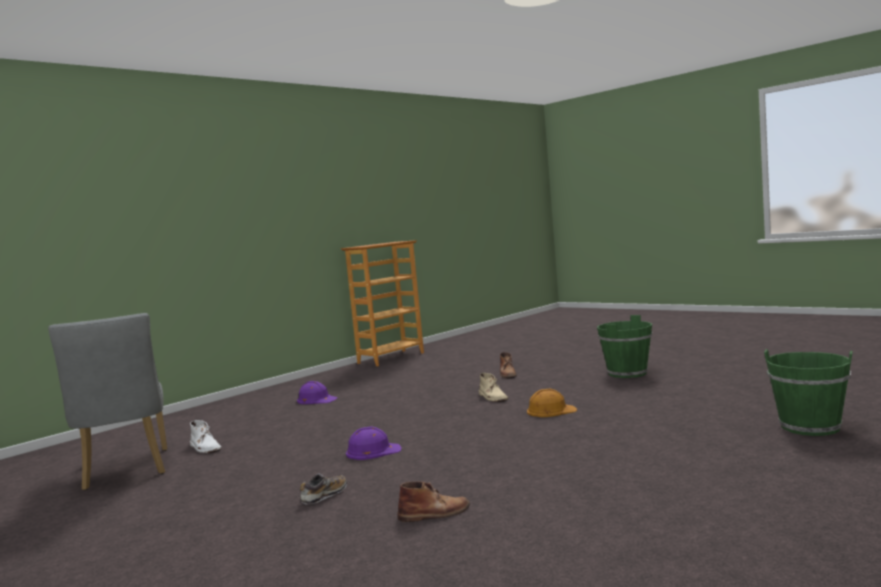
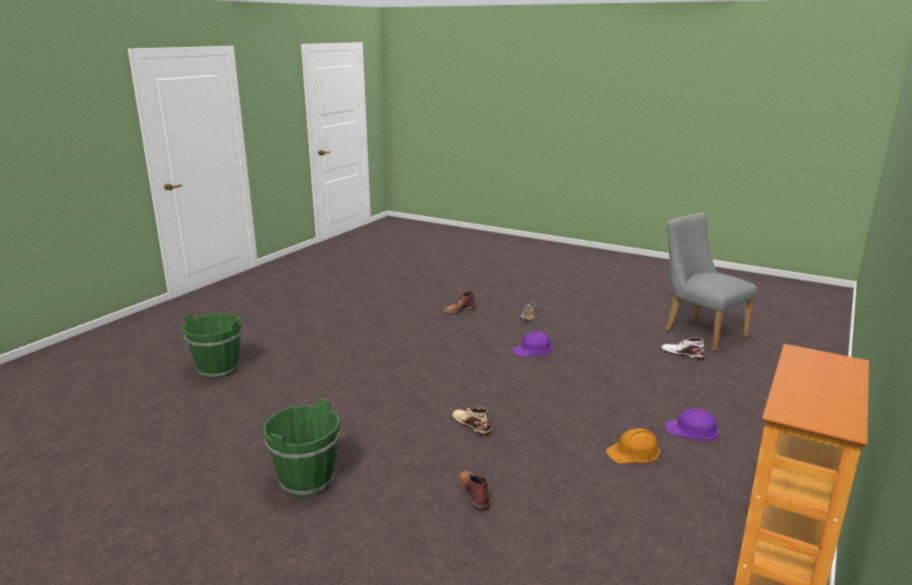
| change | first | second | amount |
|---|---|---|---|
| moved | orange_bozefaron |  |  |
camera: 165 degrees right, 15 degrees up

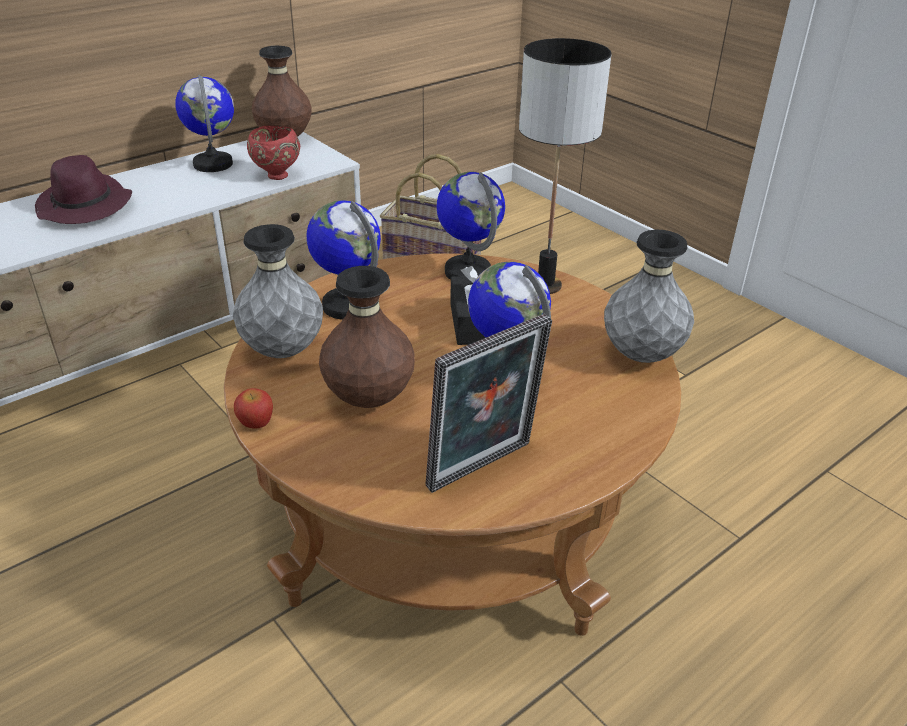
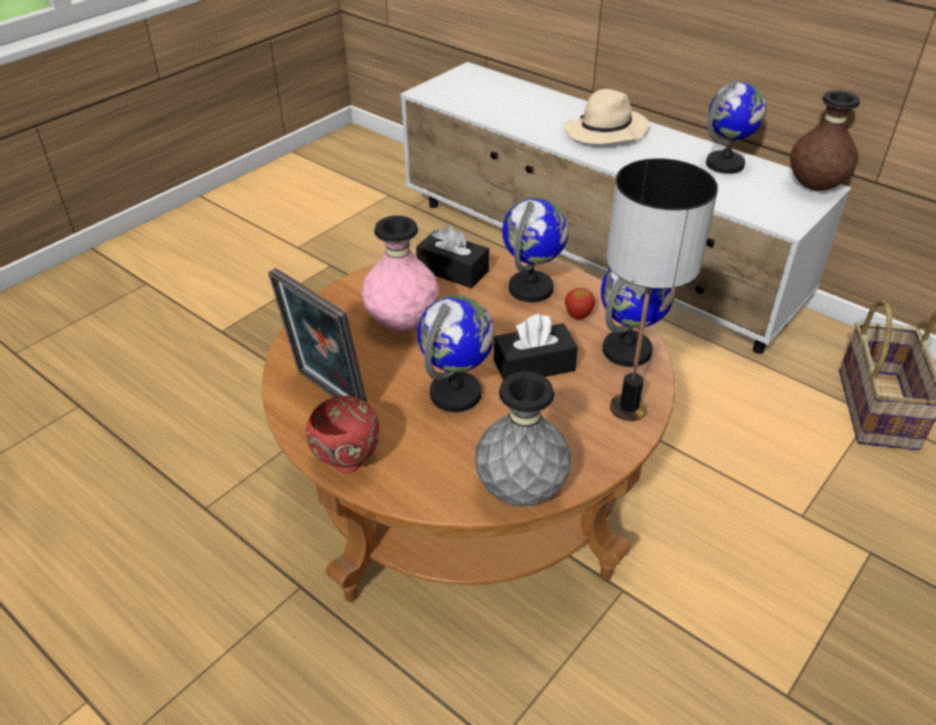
| change | first | second | amount |
|---|---|---|---|
| moved | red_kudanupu |  |  |
| recoloured | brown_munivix (2nd from left) | pink_munivix |  |
| replaced | grey_munivix (1st from left) | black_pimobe (1st from left) |  |
| recoloured | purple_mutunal | beige_mutunal |  |
| moved | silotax |  |  |
camera: 80 degrees right, 5 degrees up

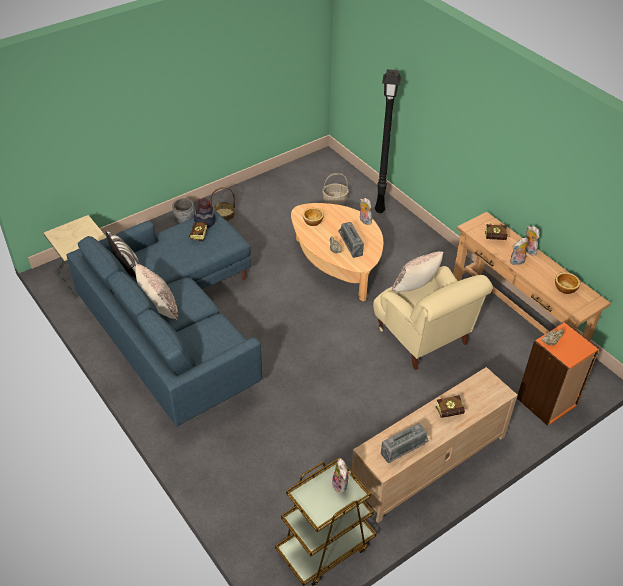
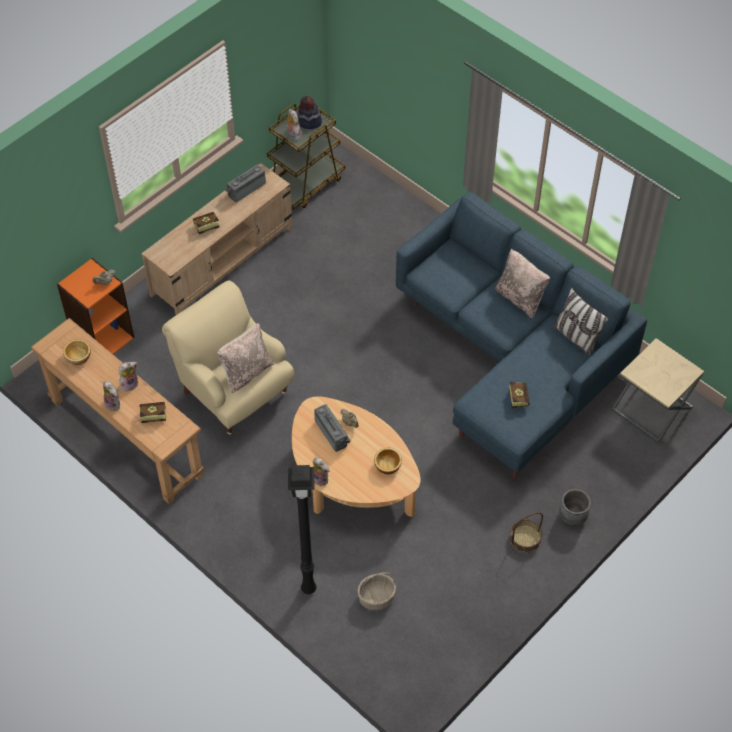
| change | first | second | amount |
|---|---|---|---|
| moved | mutunal |  |  |
camera: 170 degrees right, 10 degrees up

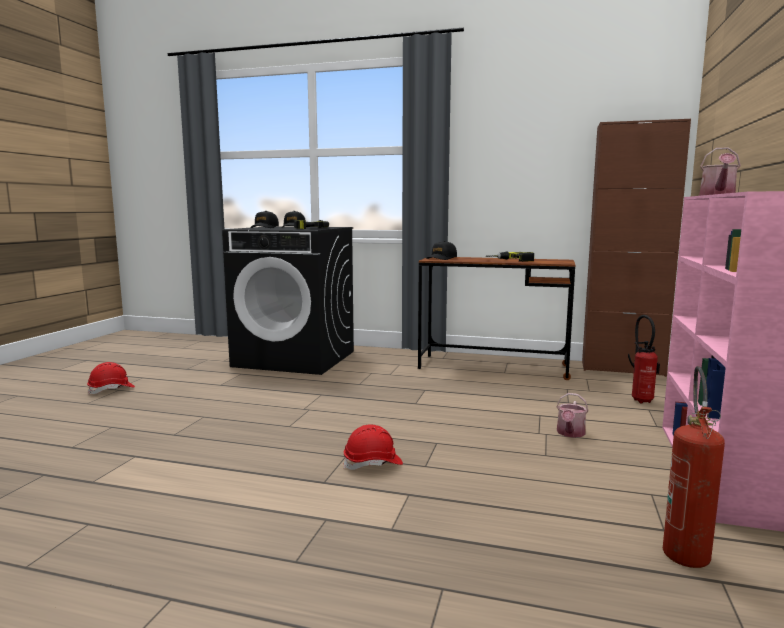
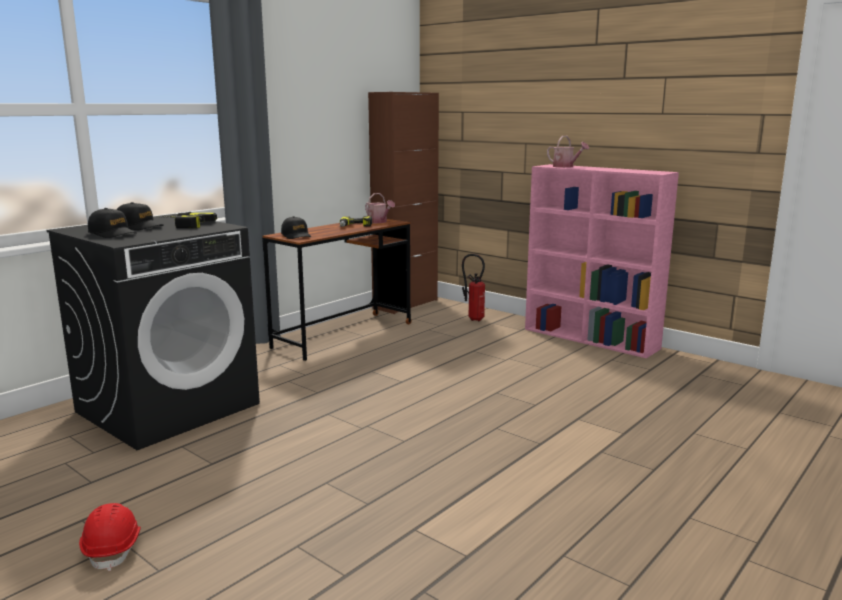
| change | first | second | amount |
|---|---|---|---|
| moved | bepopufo (1st from left) |  |  |
| removed | red_bozefaron (2nd from left) |  |  |
| removed | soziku (2nd from left) |  |  |
camera: 65 degrees left, 5 degrees up

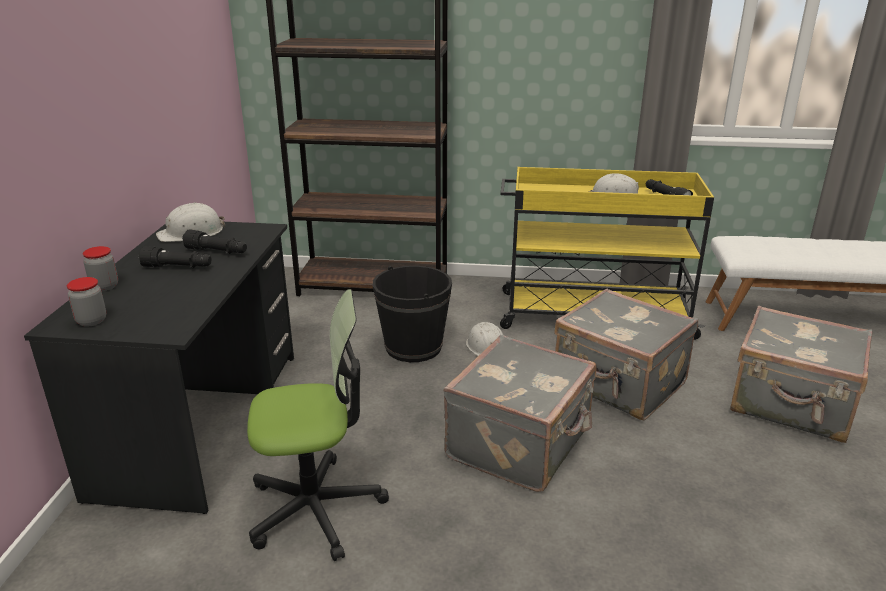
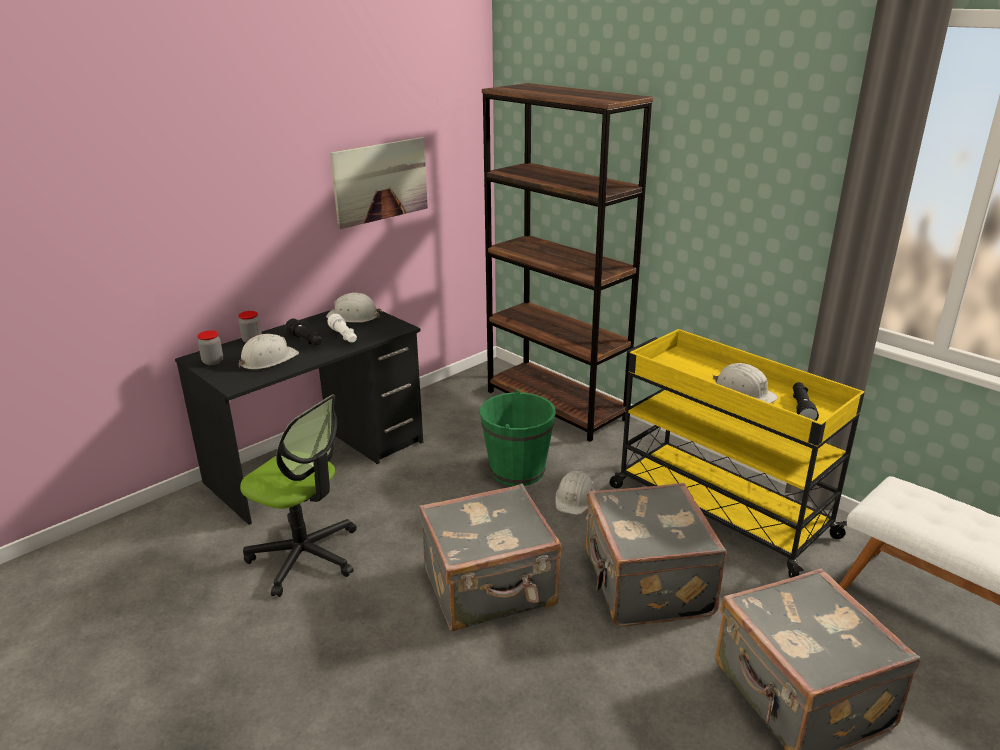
| change | first | second | amount |
|---|---|---|---|
| added |  | white_bozefaron (1st from left) |  |
| recoloured | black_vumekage (2nd from left) | white_vumekage |  |
| added |  | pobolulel |  |
| recoloured | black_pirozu | green_pirozu |  |
camera: 40 degrees right, 0 degrees up

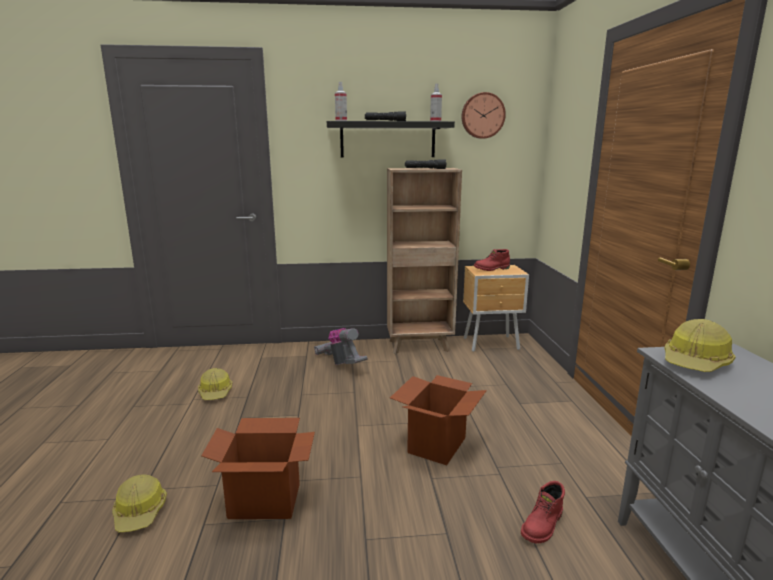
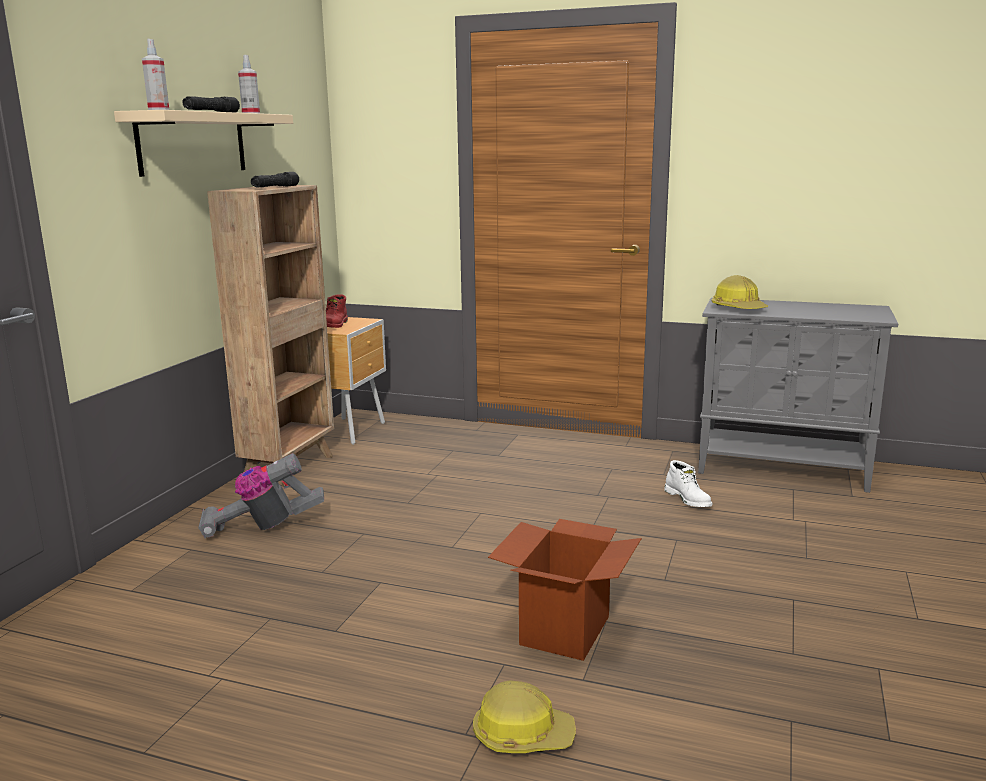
| change | first | second | amount |
|---|---|---|---|
| recoloured | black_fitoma | beige_fitoma |  |
| recoloured | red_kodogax (2nd from left) | white_kodogax |  |
| removed | bozefaron (2nd from left) |  |  |
| removed | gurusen (2nd from left) |  |  |
| removed | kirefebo |  |  |
camera: 65 degrees left, 0 degrees up

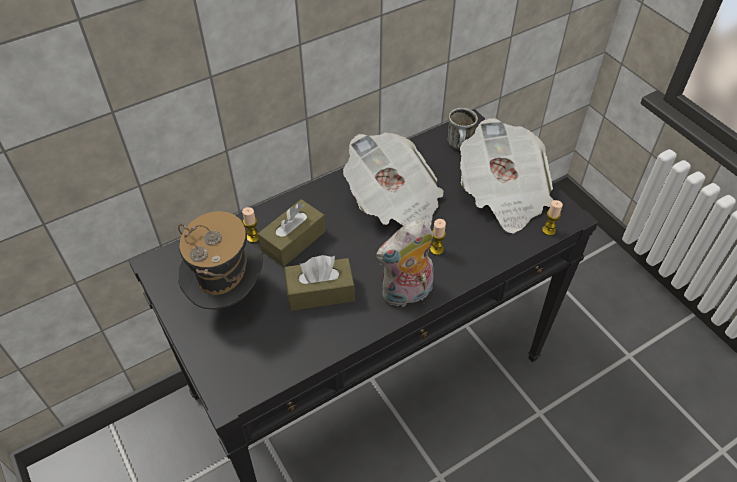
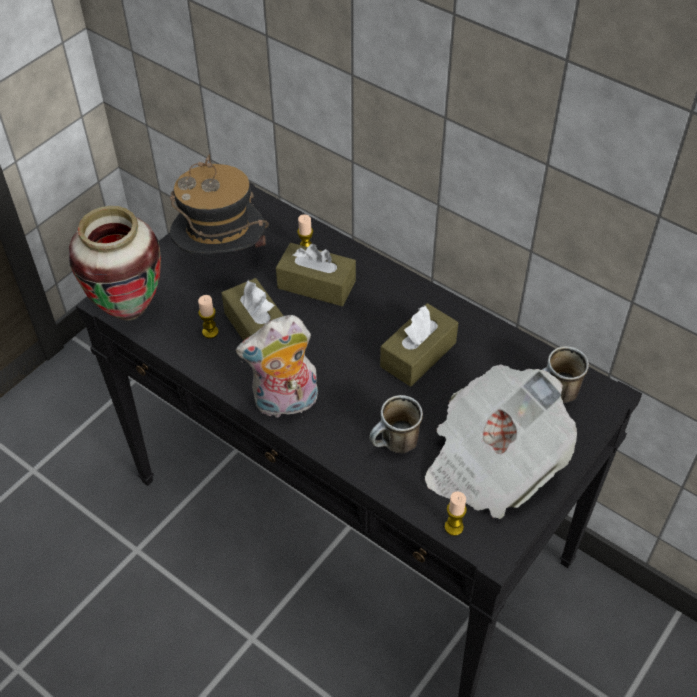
| change | first | second | amount |
|---|---|---|---|
| added |  | munivix |  |
| moved | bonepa (2nd from left in the first image) | bonepa (1st from left) |  |
| turned | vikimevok |  | 60 degrees counterclockwise |
| added |  | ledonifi (1st from left) |  |
| replaced | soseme (1st from left) | brown_pimobe (3rd from left) |  |
camera: 70 degrees right, 0 degrees up

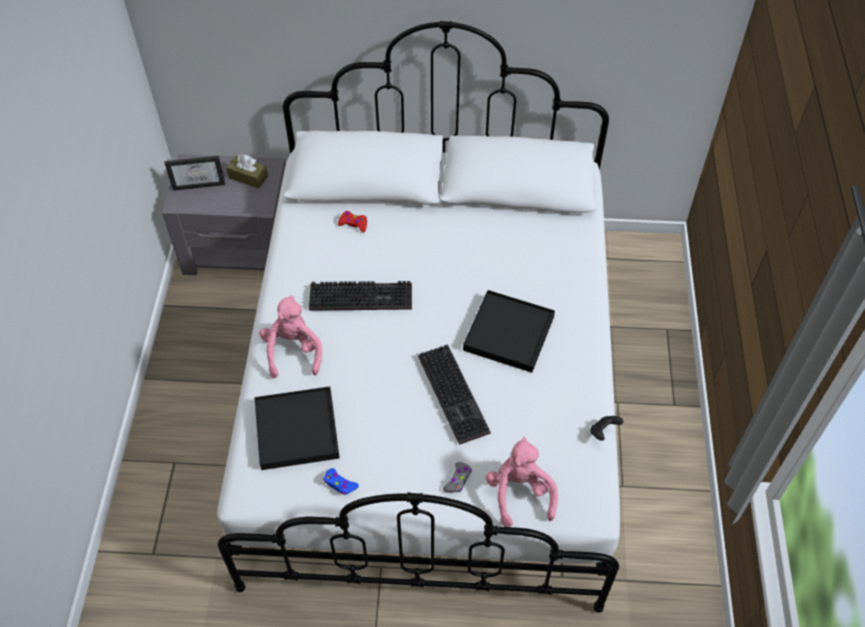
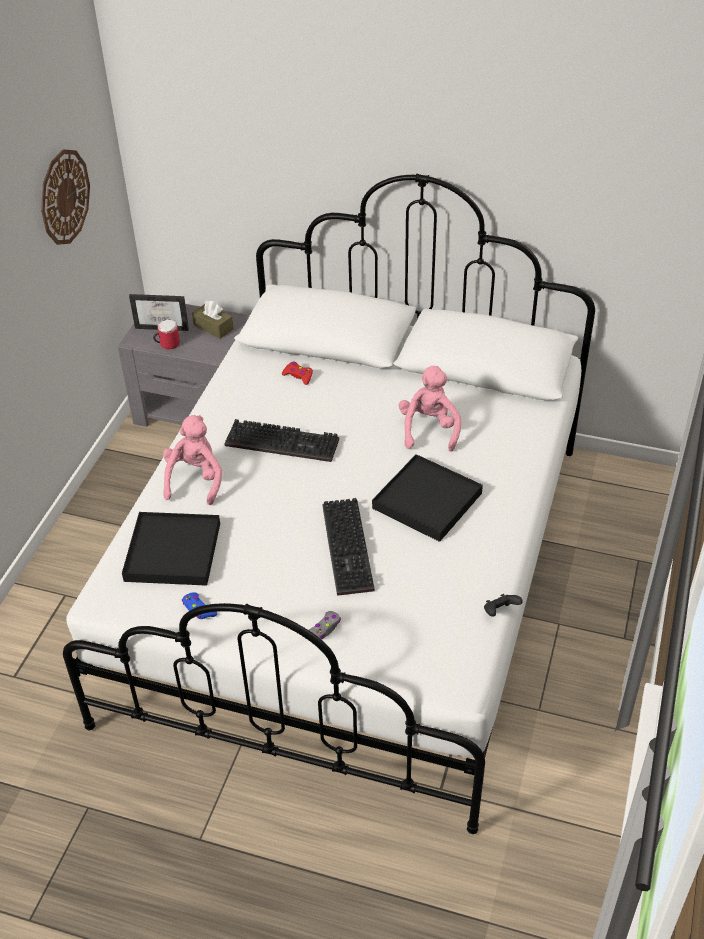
| change | first | second | amount |
|---|---|---|---|
| added |  | kirefebo |  |
| added |  | ledonifi |  |
| moved | pink_vikimevok (2nd from left) |  |  |
camera: 15 degrees right, 10 degrees down

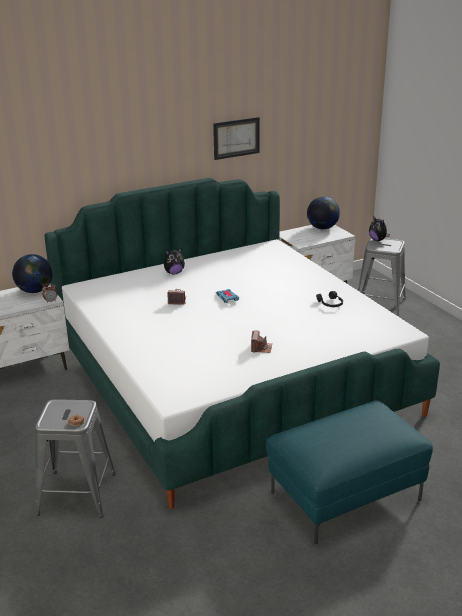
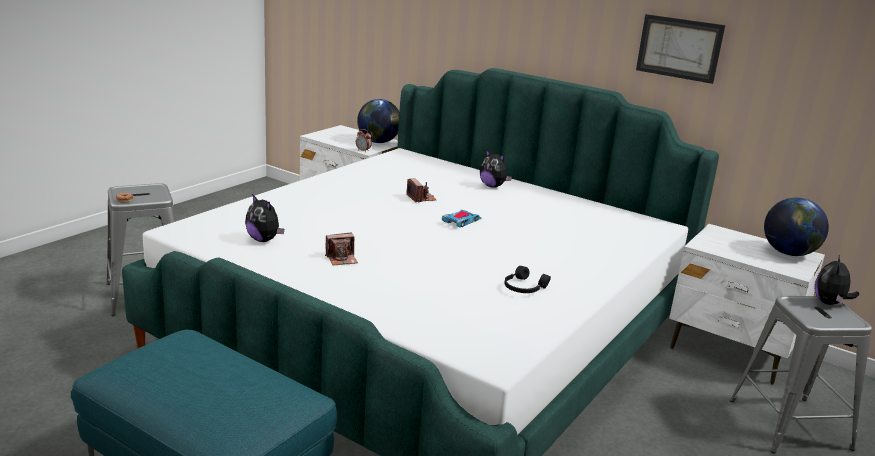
| change | first | second | amount |
|---|---|---|---|
| added |  | vikimevok (1st from left) |  |
camera: 60 degrees right, 5 degrees down

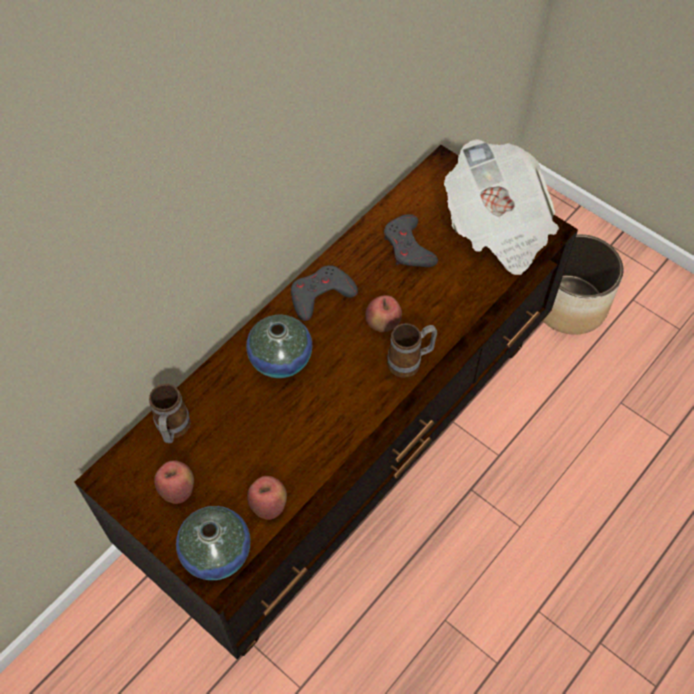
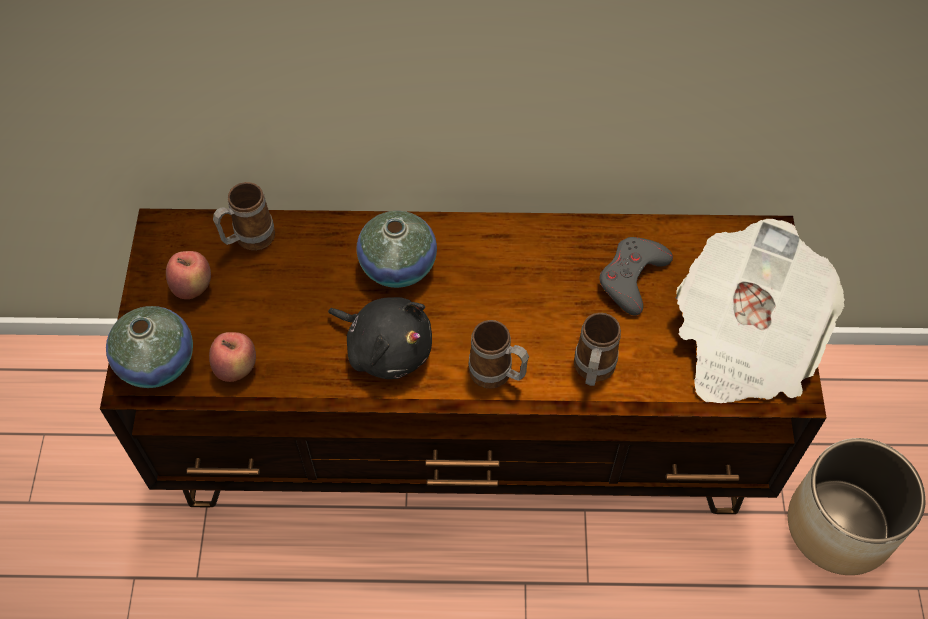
| change | first | second | amount |
|---|---|---|---|
| added |  | black_vikimevok |  |
| added |  | ledonifi (3rd from left) |  |
| removed | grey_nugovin (1st from left) |  |  |
| removed | silotax (3rd from left) |  |  |
camera: 50 degrees right, 0 degrees up

